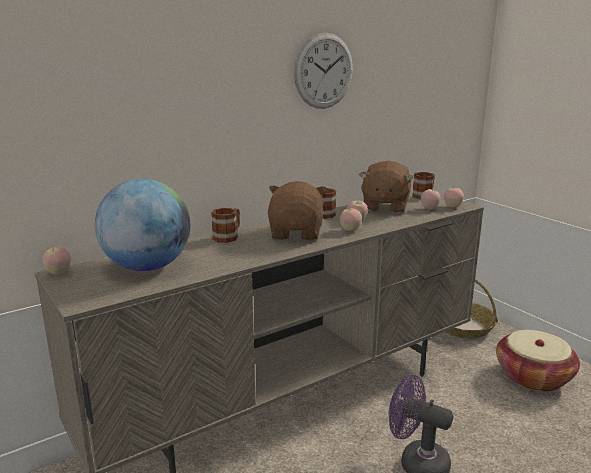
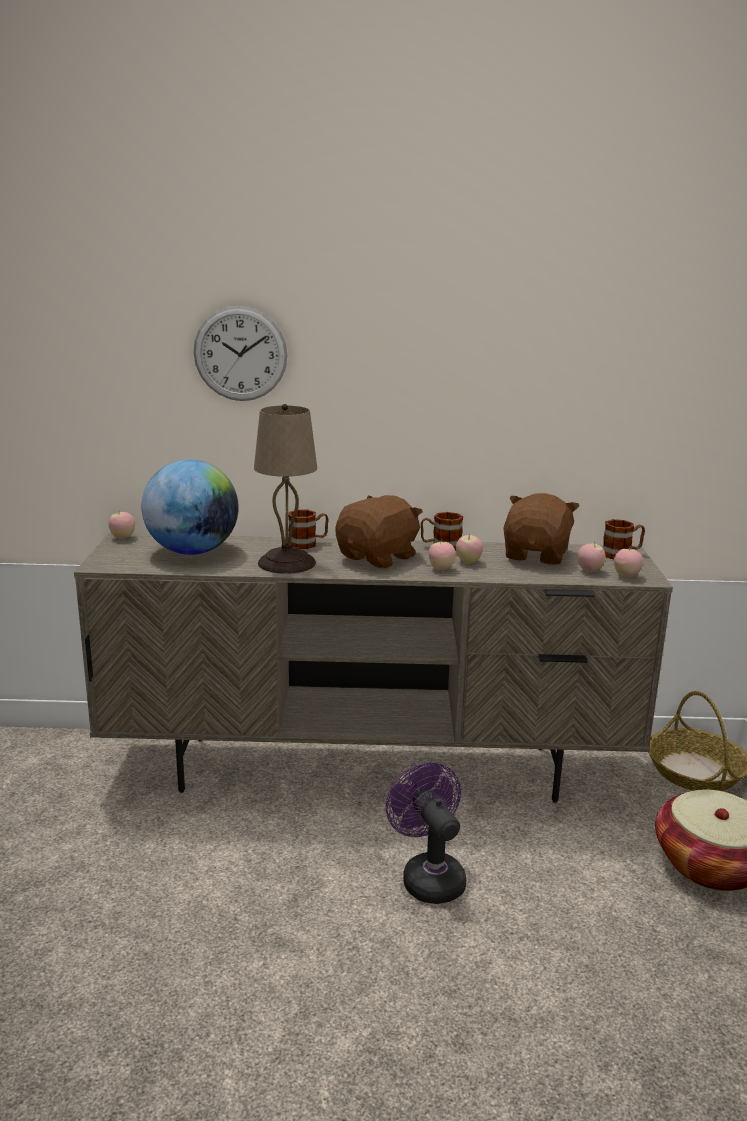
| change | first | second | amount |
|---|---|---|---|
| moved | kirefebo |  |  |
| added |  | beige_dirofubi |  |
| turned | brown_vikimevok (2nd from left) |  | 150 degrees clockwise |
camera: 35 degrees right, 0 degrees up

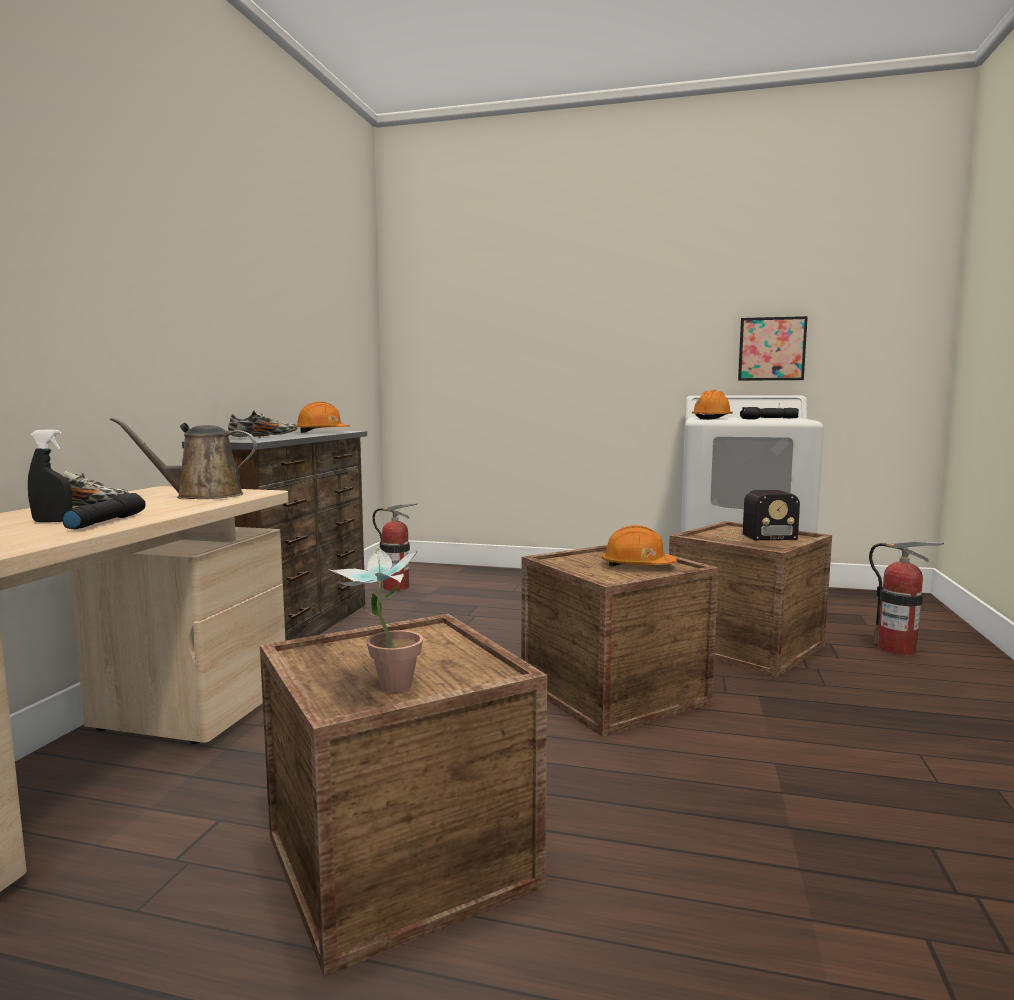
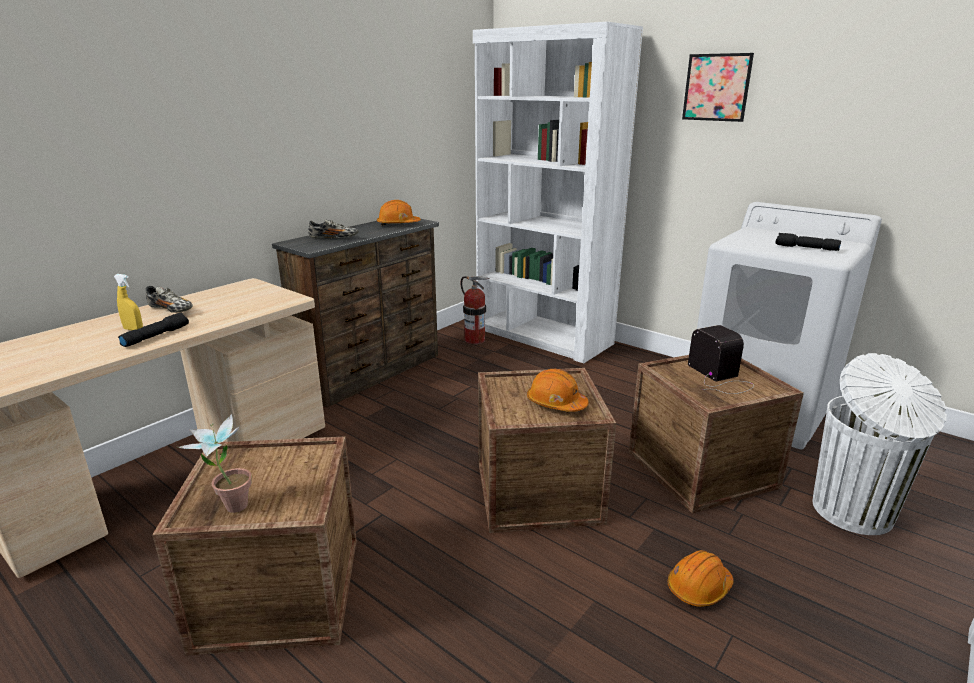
| change | first | second | amount |
|---|---|---|---|
| recoloured | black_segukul | yellow_segukul |  |
| added |  | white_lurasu |  |
| moved | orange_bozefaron (3rd from left) |  |  |
| moved | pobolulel |  |  |
| turned | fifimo |  | 135 degrees counterclockwise |
| replaced | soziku (2nd from left) | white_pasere |  |
| removed | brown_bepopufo |  |  |
camera: 25 degrees right, 15 degrees up

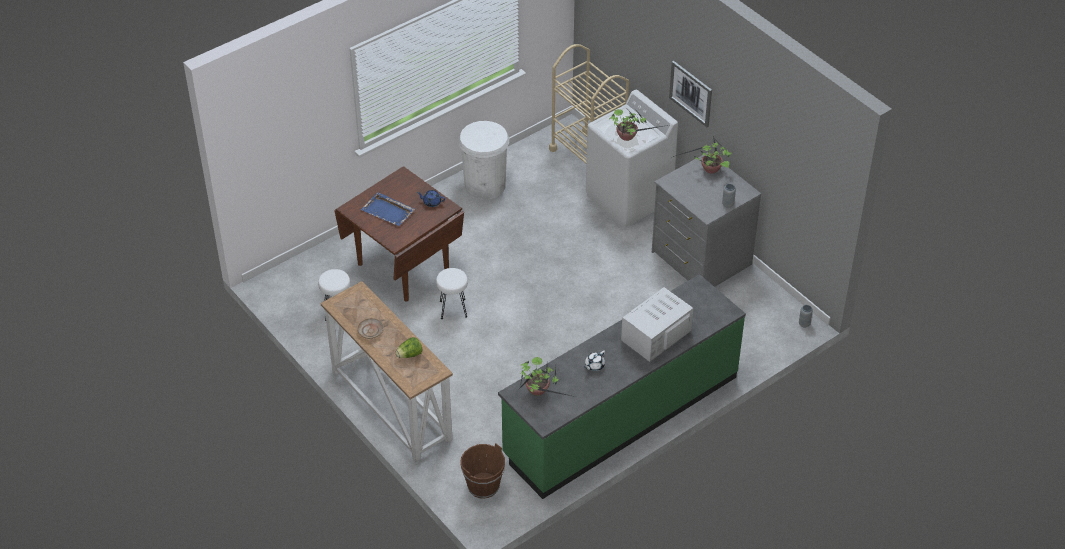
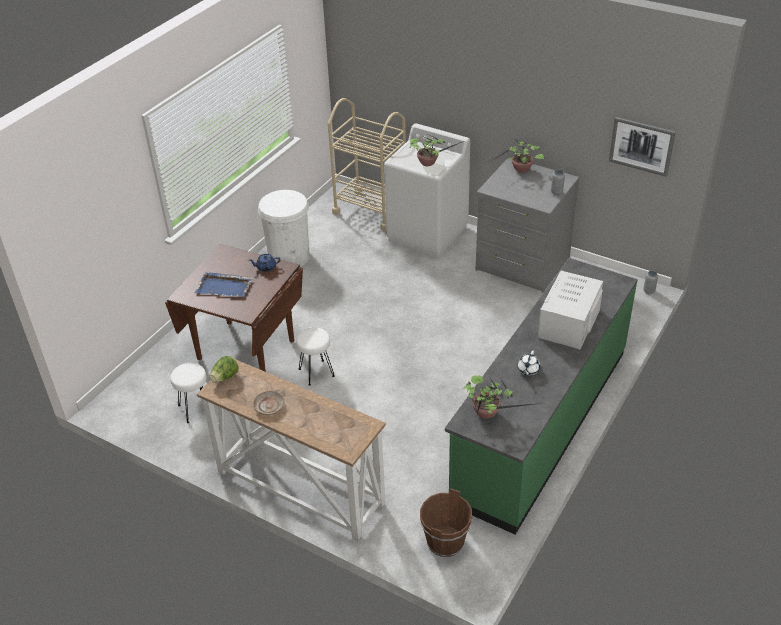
| change | first | second | amount |
|---|---|---|---|
| moved | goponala |  |  |
| moved | pobolulel |  |  |
camera: 20 degrees left, 5 degrees down

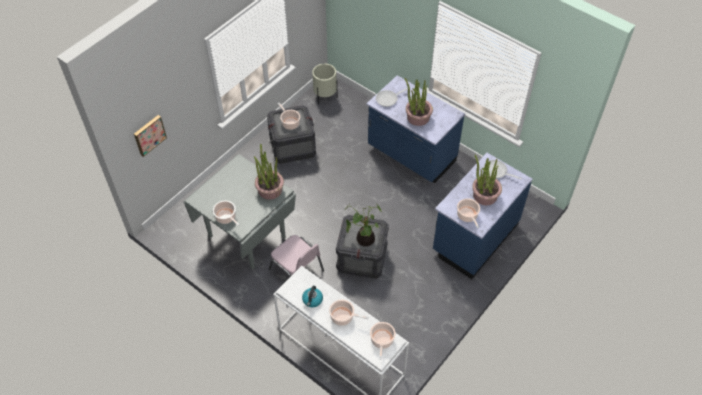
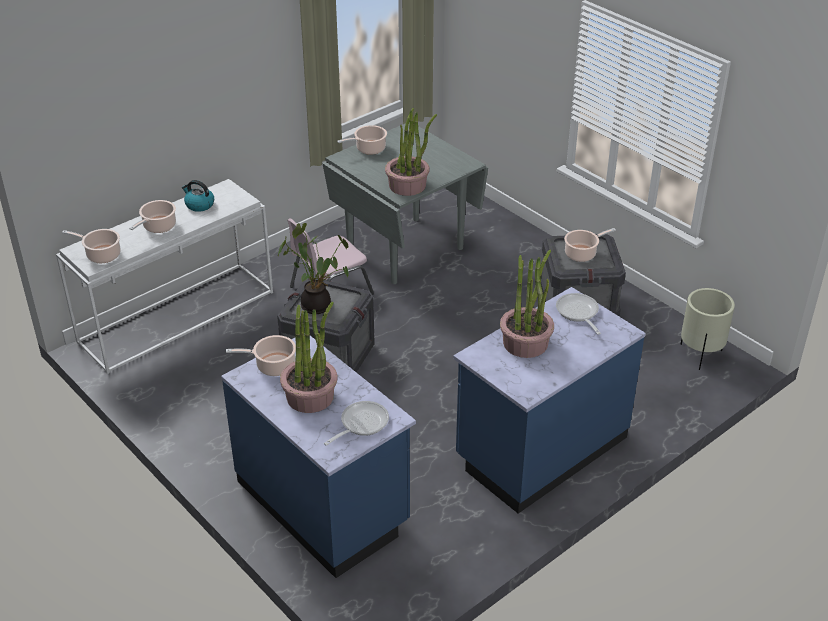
| change | first | second | amount |
|---|---|---|---|
| removed | pobolulel |  |  |
camera: 100 degrees right, 15 degrees down

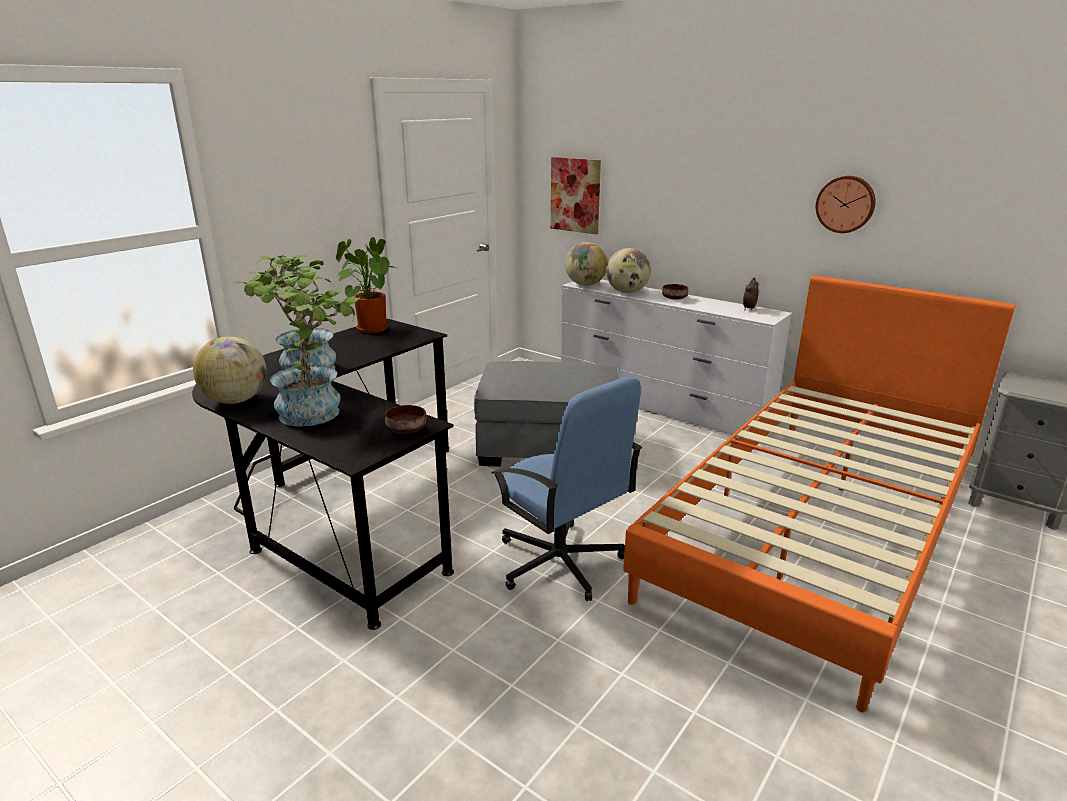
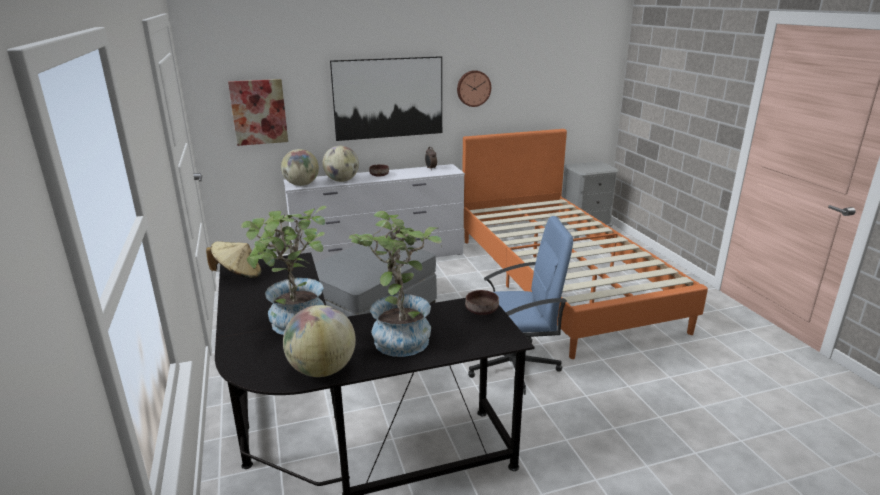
| change | first | second | amount |
|---|---|---|---|
| replaced | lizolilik (3rd from left) | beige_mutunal |  |
| added |  | pobolulel (2nd from left) |  |
camera: 55 degrees left, 0 degrees up

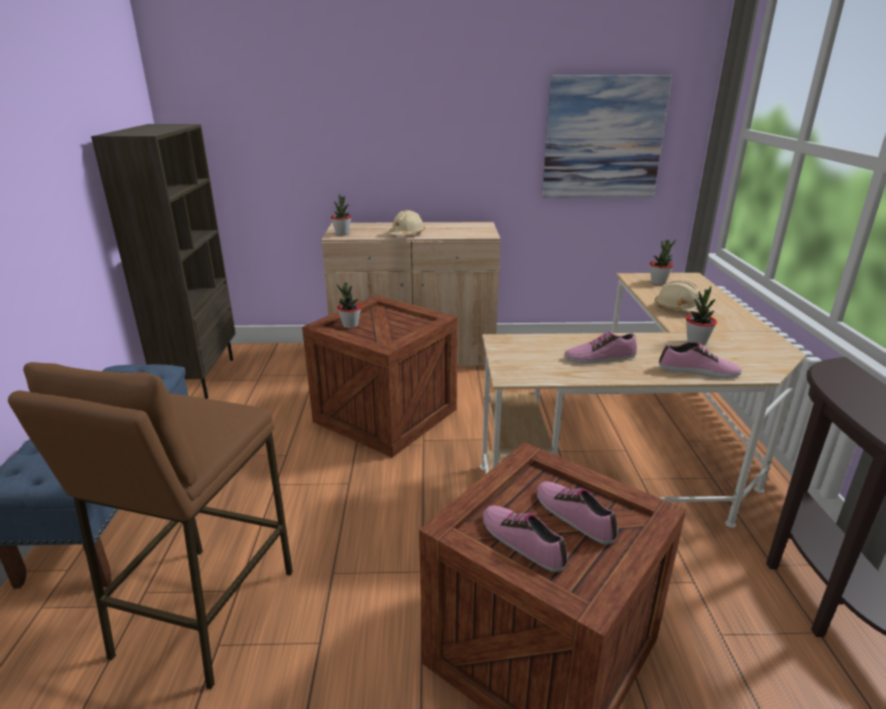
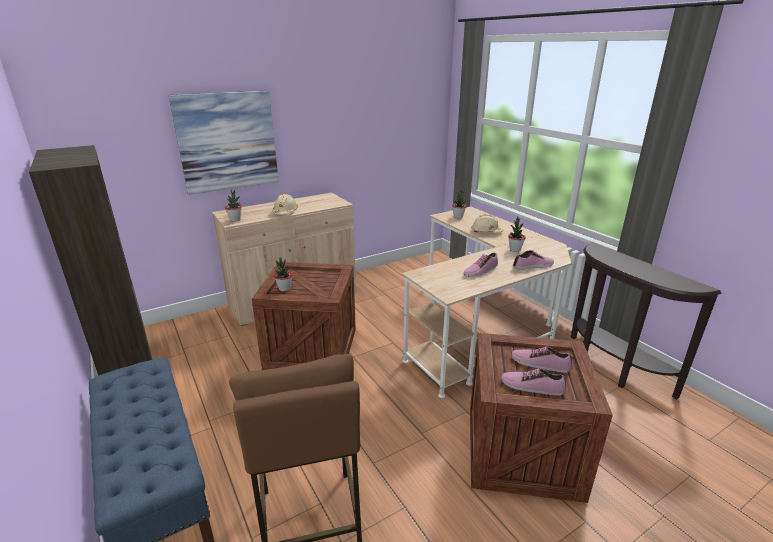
| change | first | second | amount |
|---|---|---|---|
| moved | pobolulel |  |  |
camera: 30 degrees left, 0 degrees up

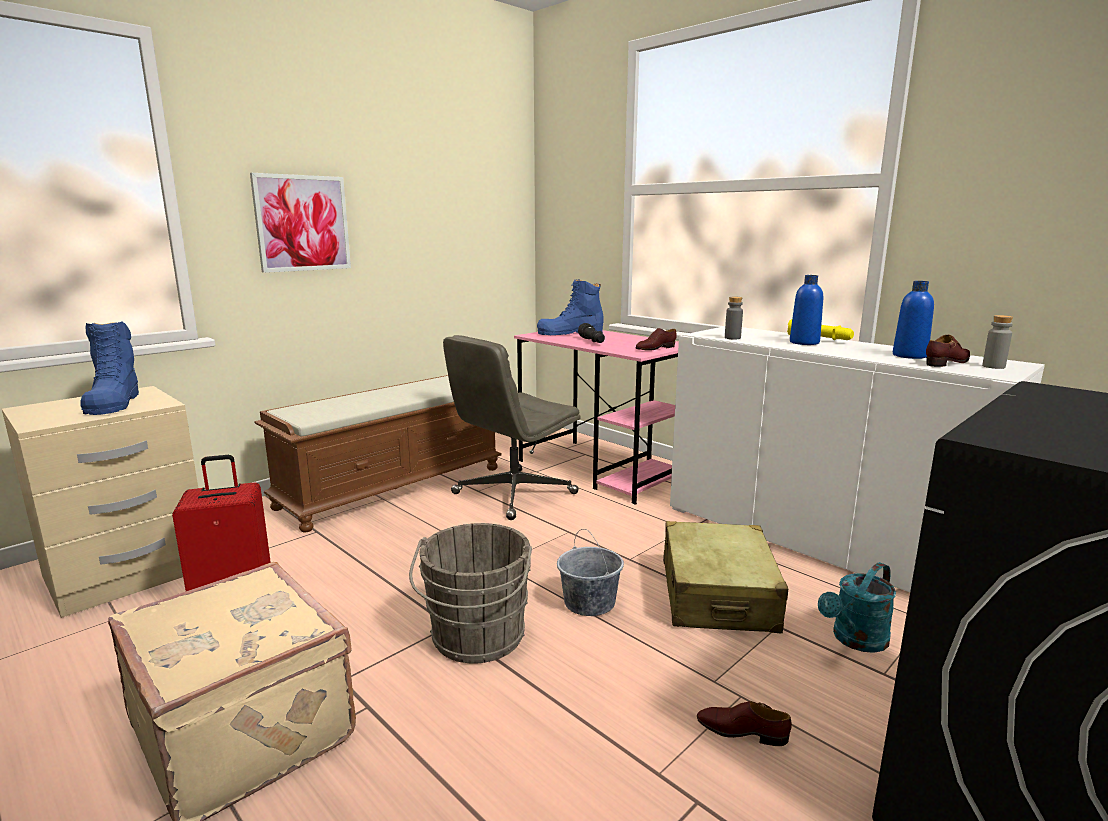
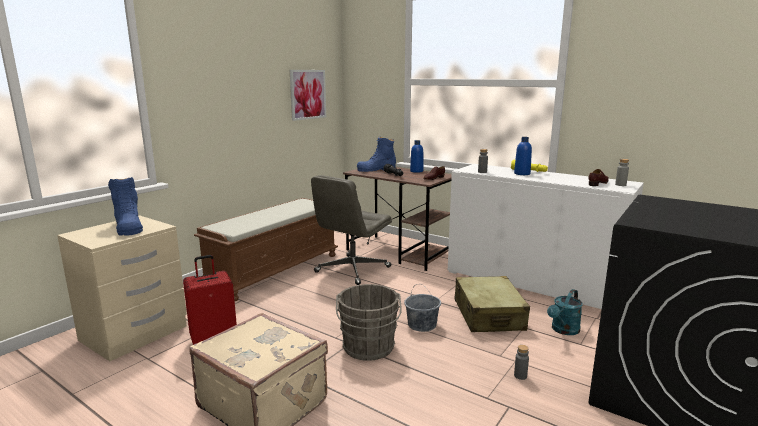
| change | first | second | amount |
|---|---|---|---|
| moved | pobolulel |  |  |
| recoloured | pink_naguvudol | brown_naguvudol |  |
| moved | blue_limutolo (2nd from left in the first image) | blue_limutolo (1st from left) |  |
| replaced | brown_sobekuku (2nd from left) | grey_limutolo (2nd from left) |  |
camera: 10 degrees left, 0 degrees up

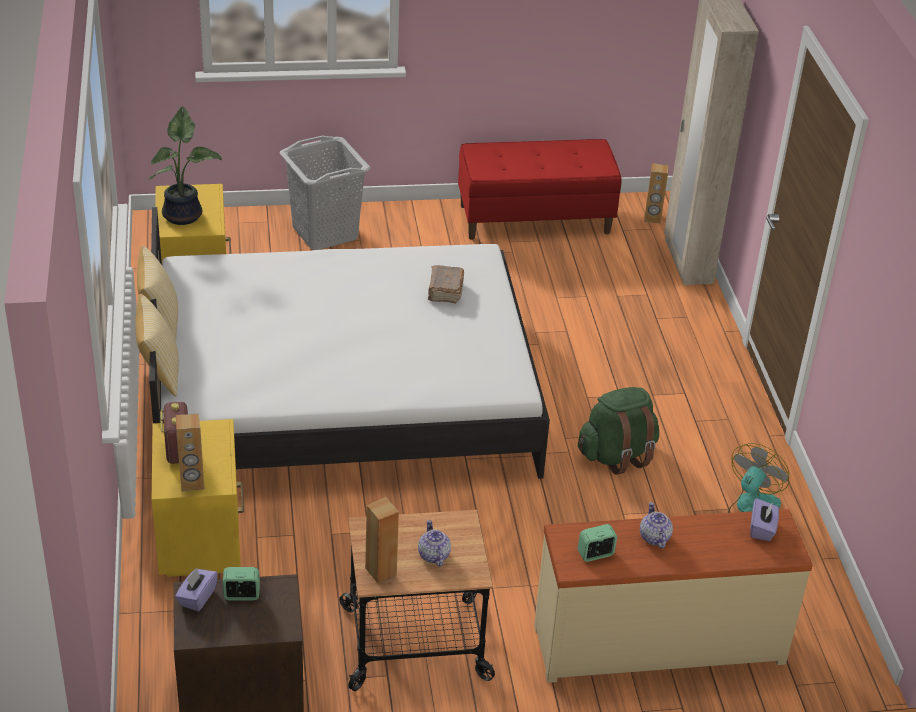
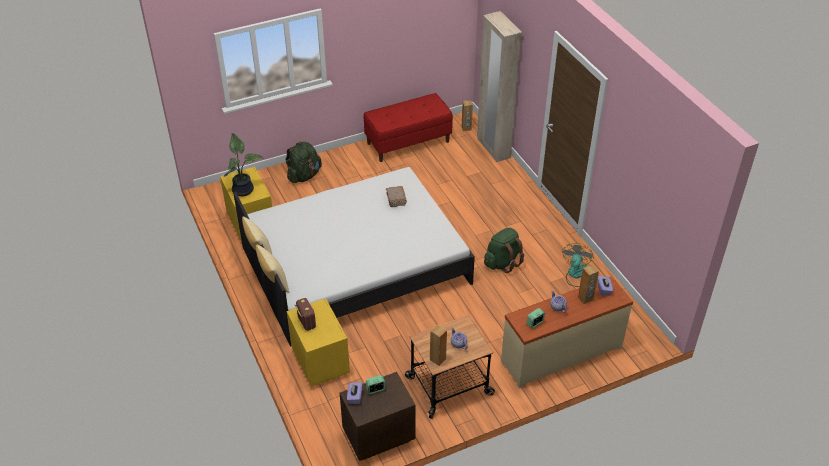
| change | first | second | amount |
|---|---|---|---|
| replaced | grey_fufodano | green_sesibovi (1st from left) |  |
| moved | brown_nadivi (1st from left in the first image) | brown_nadivi (3rd from left) |  |
camera: 15 degrees left, 5 degrees up

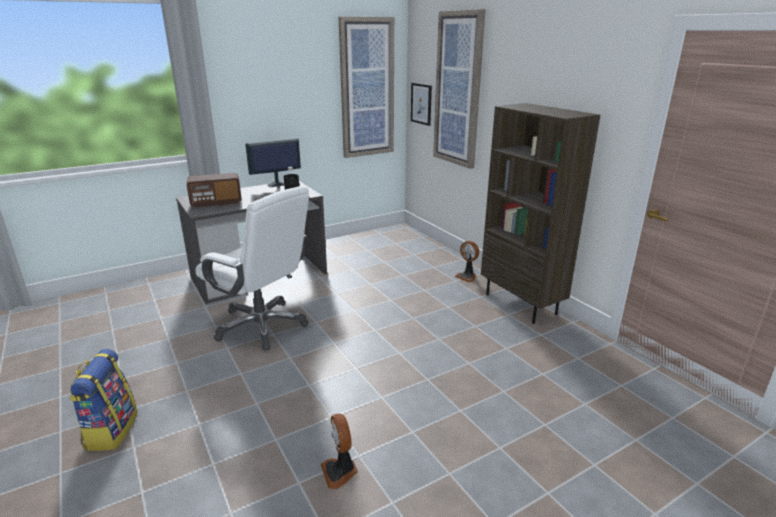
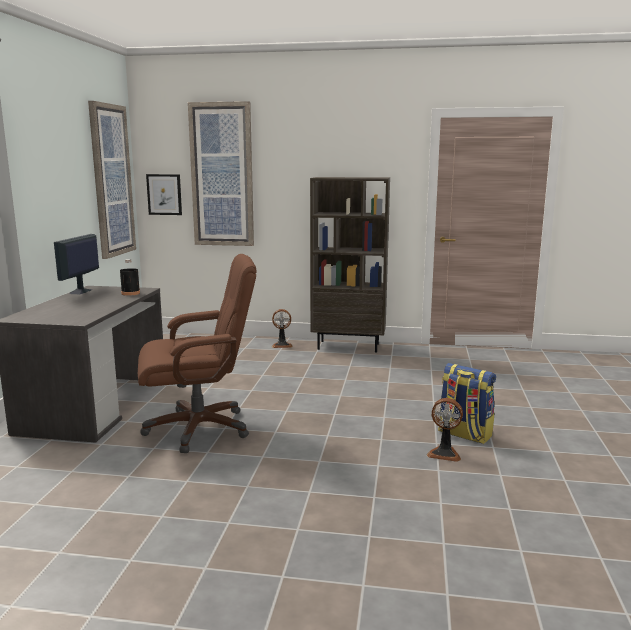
| change | first | second | amount |
|---|---|---|---|
| recoloured | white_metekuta | brown_metekuta |  |
| moved | sesibovi |  |  |
| removed | fifimo |  |  |
camera: 50 degrees left, 10 degrees down

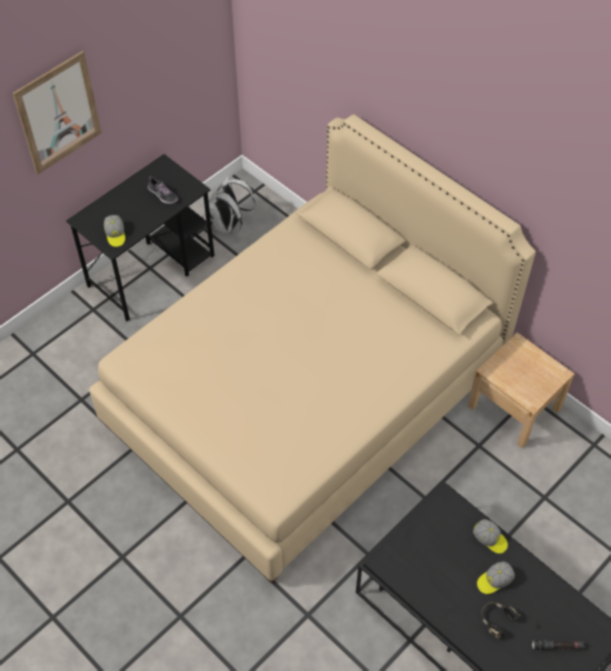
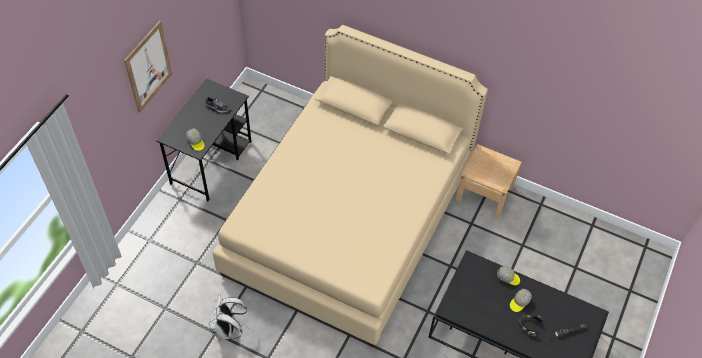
| change | first | second | amount |
|---|---|---|---|
| moved | white_sesibovi |  |  |
camera: 20 degrees left, 0 degrees up

